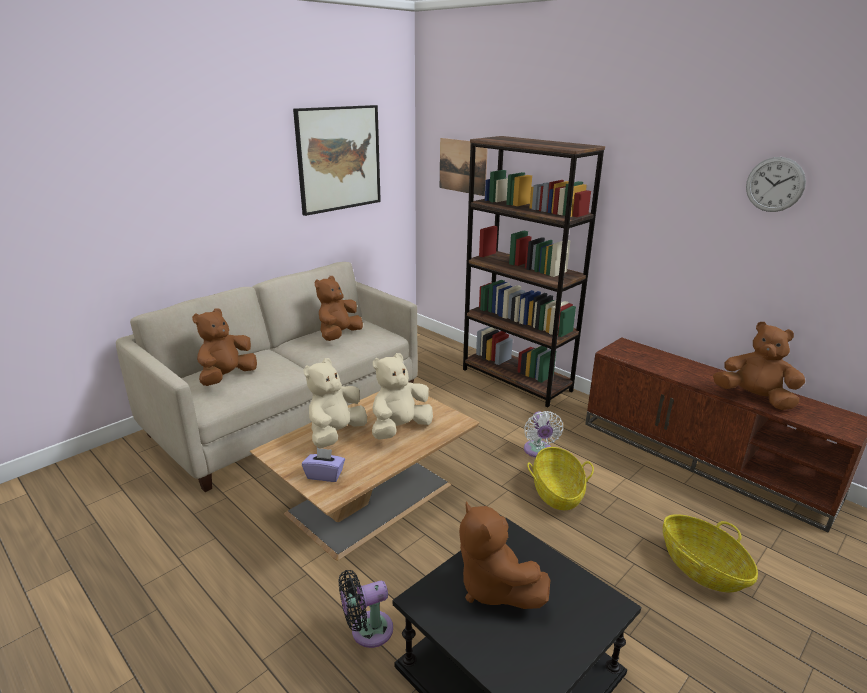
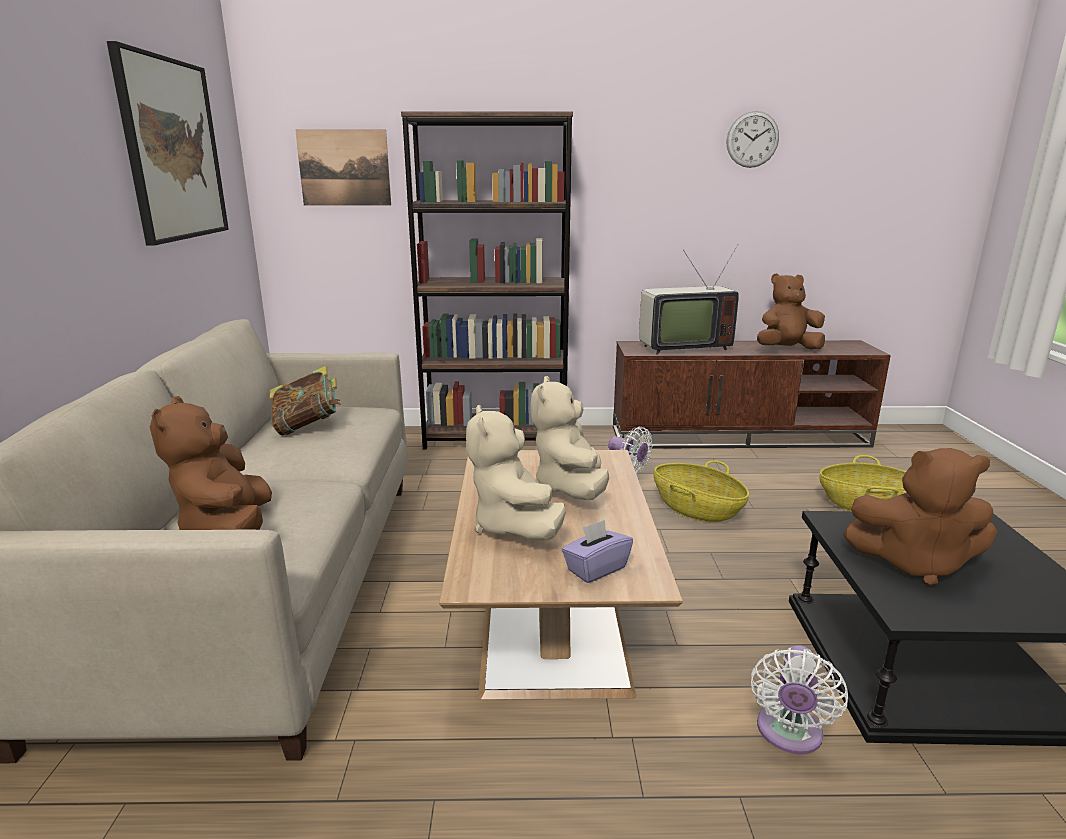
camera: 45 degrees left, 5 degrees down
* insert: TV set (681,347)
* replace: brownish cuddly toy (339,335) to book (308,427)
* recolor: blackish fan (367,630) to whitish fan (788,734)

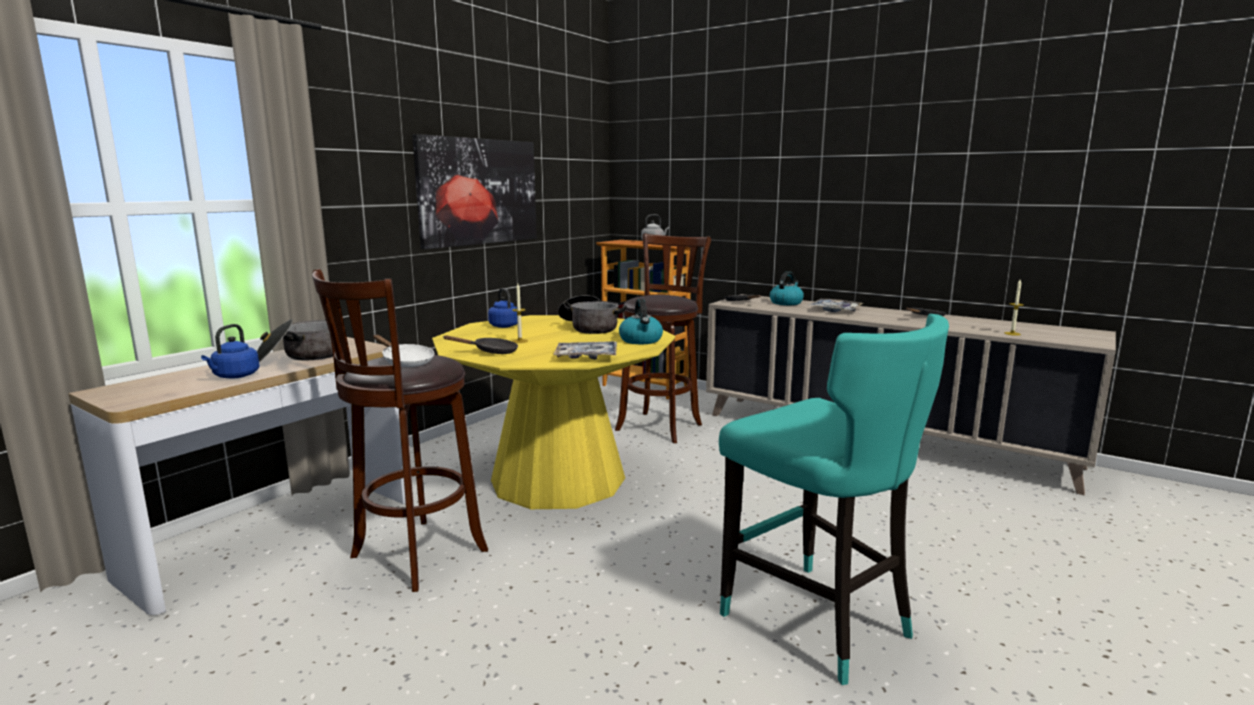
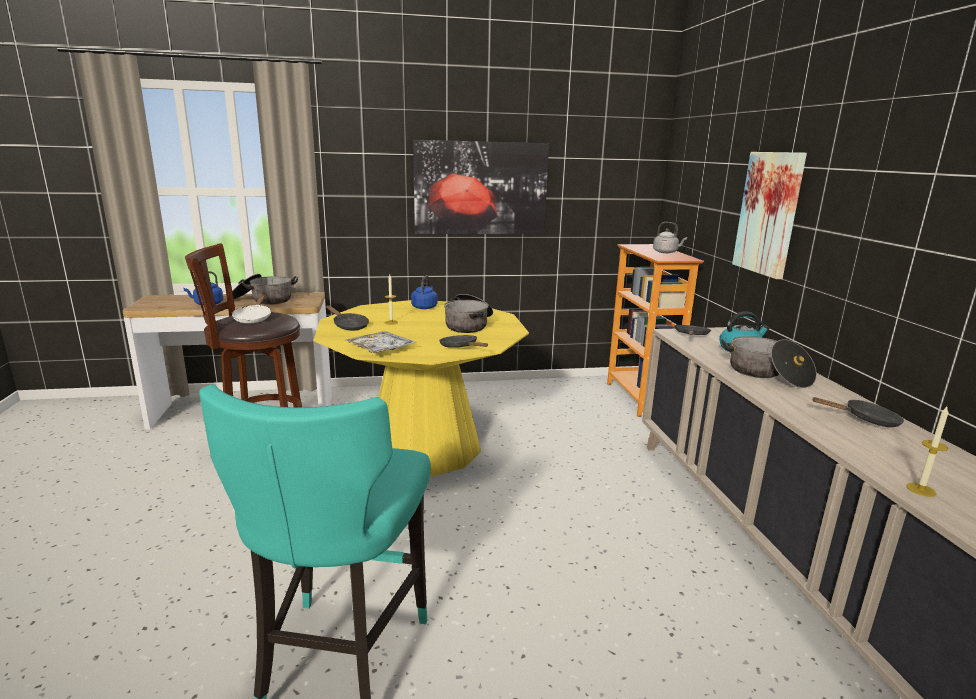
camera: 45 degrees right, 5 degrees up
* delete: brownish stool (661,426)
* insert: wall picture (769,213)
* replace: tea kettle (641,340) to blackish skillet (461,347)
* replace: serving tray (835,310) to stockpot (767,374)

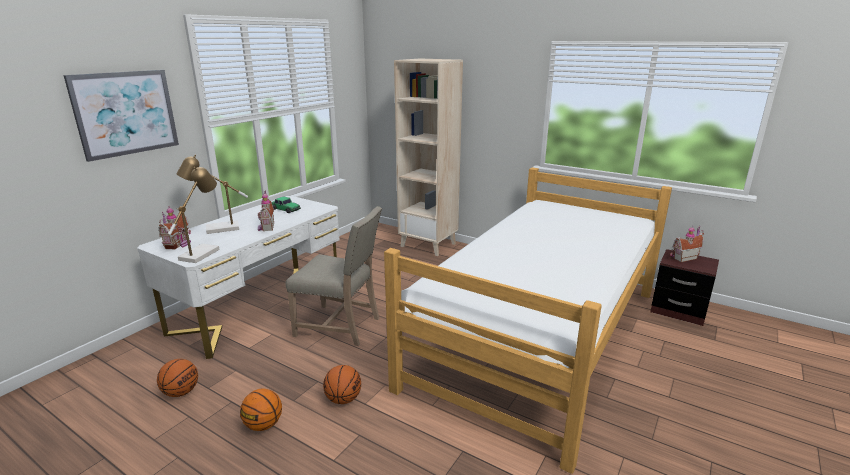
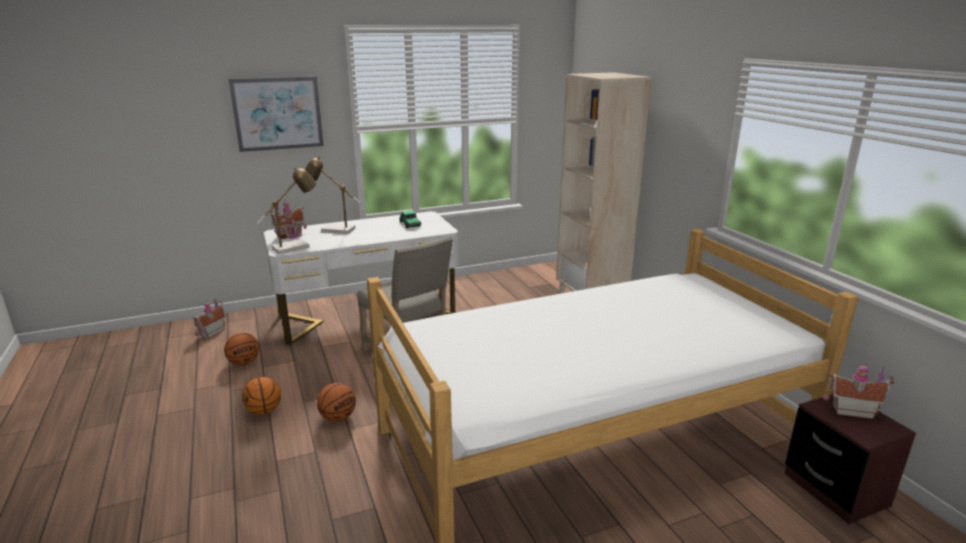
camera: 35 degrees right, 0 degrees up
* move: model house (266,227) to (211,332)

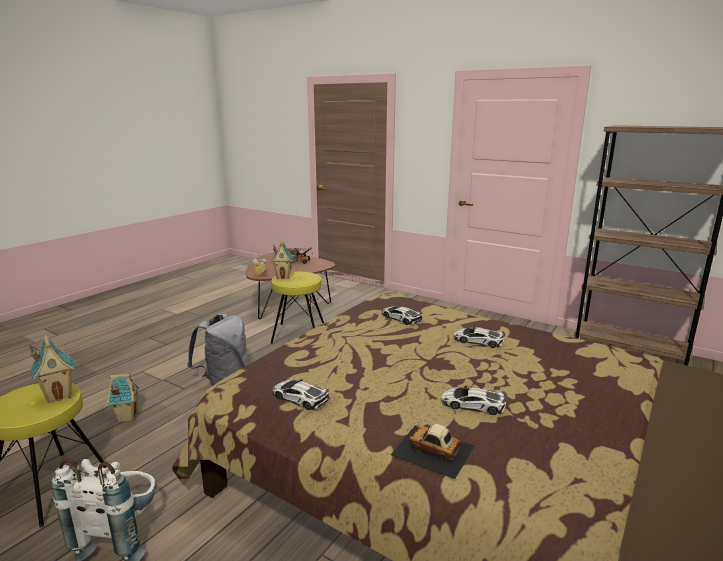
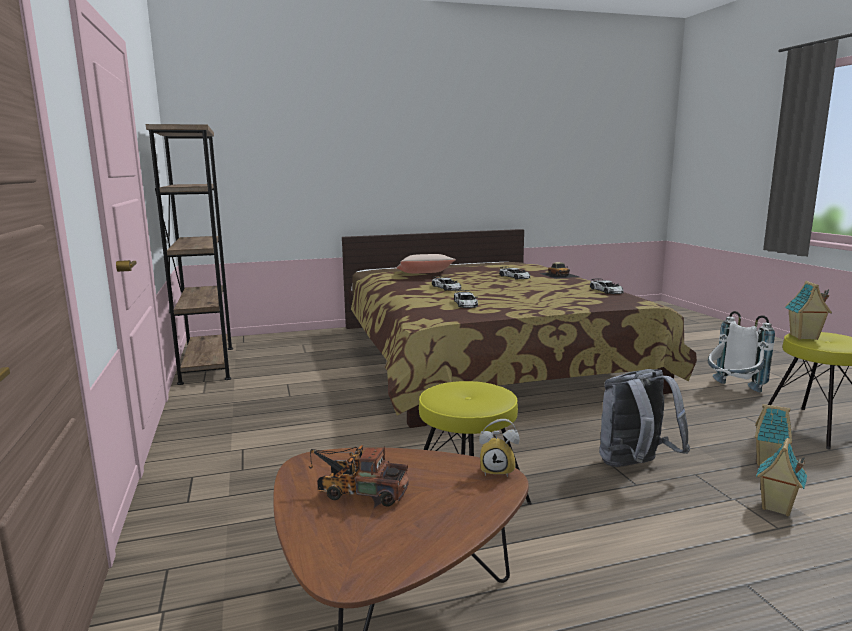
camera: 140 degrees left, 5 degrees down
* insert: sand-coloured pillow (425,274)
* move: model house (283,276) to (776,507)

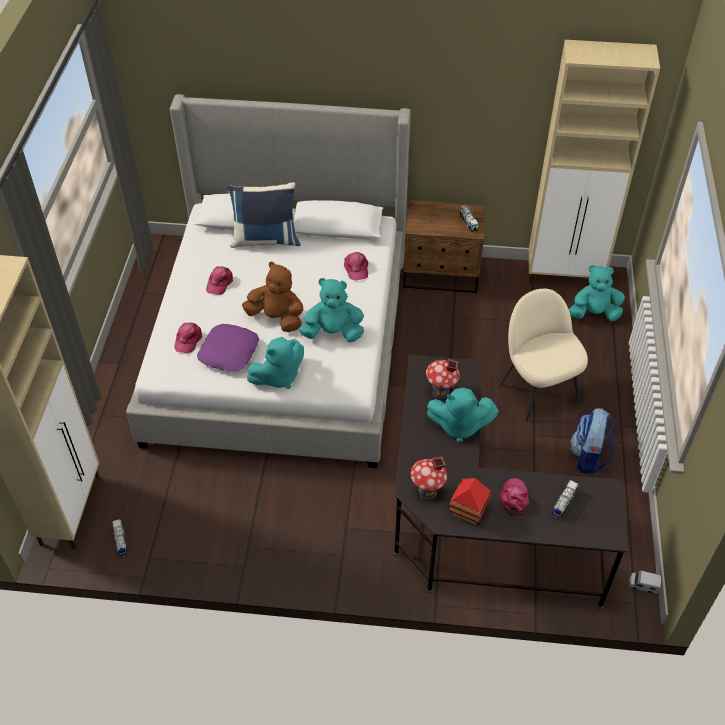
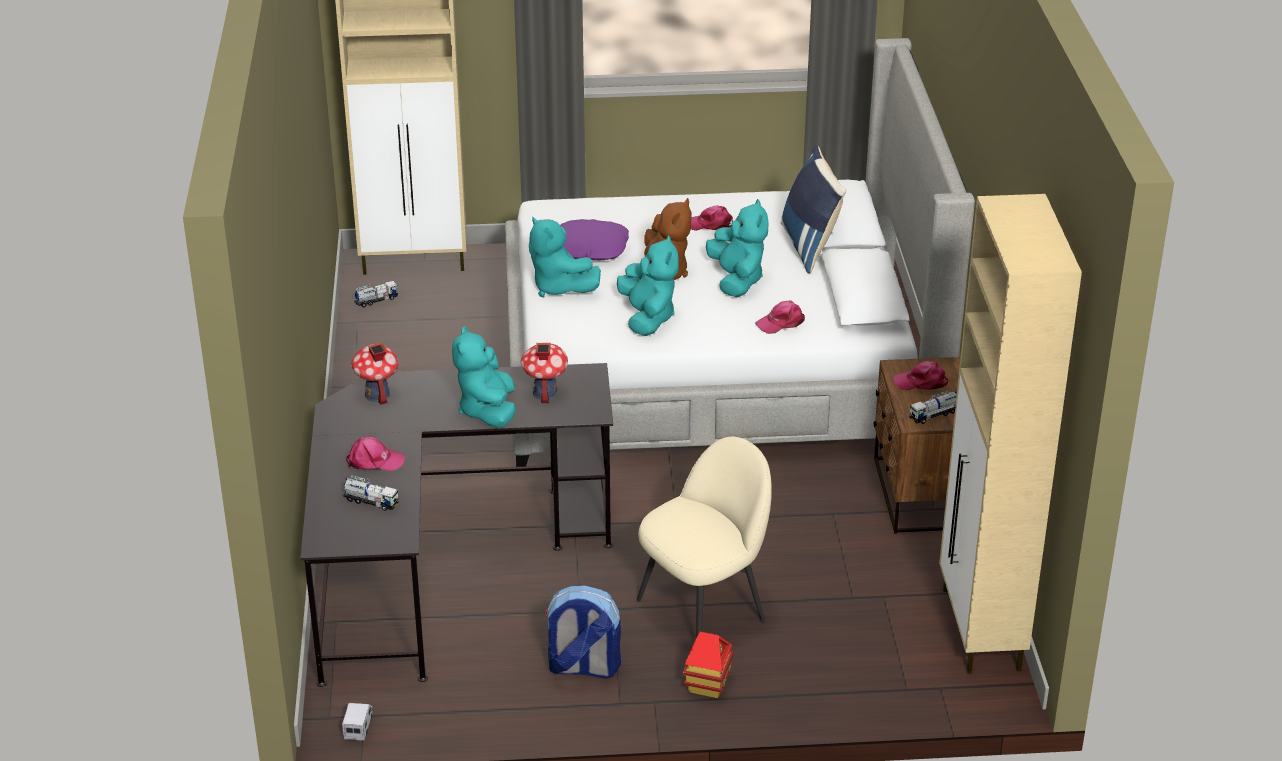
camera: 80 degrees right, 15 degrees down
* move: pinkish peaked cap (188,339) to (921,382)
* move: model house (468,511) to (707,684)
* move: blue-green cuddly toy (594,313) to (737,280)

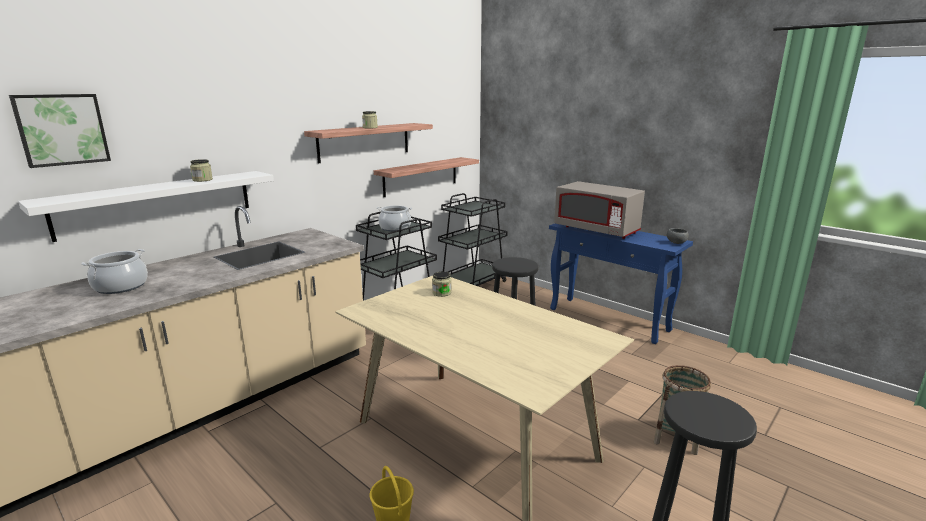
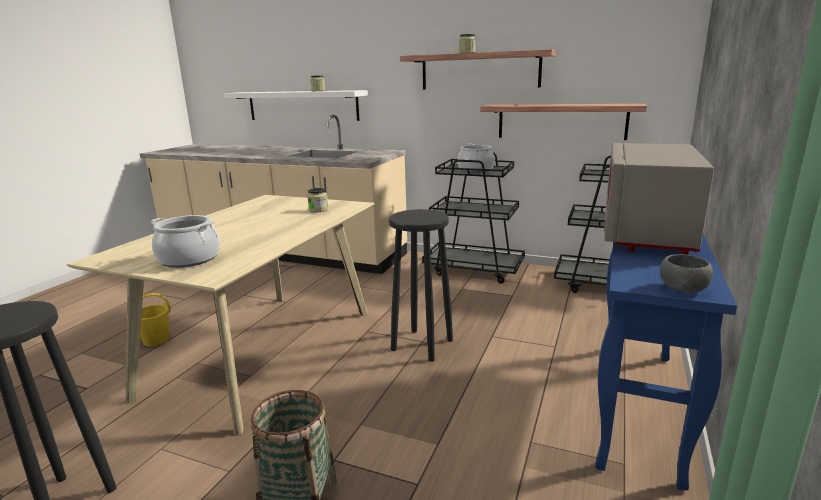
camera: 70 degrees right, 0 degrees up
* delete: wall picture (62,129)
* move: stockpot (120,286) to (189,259)

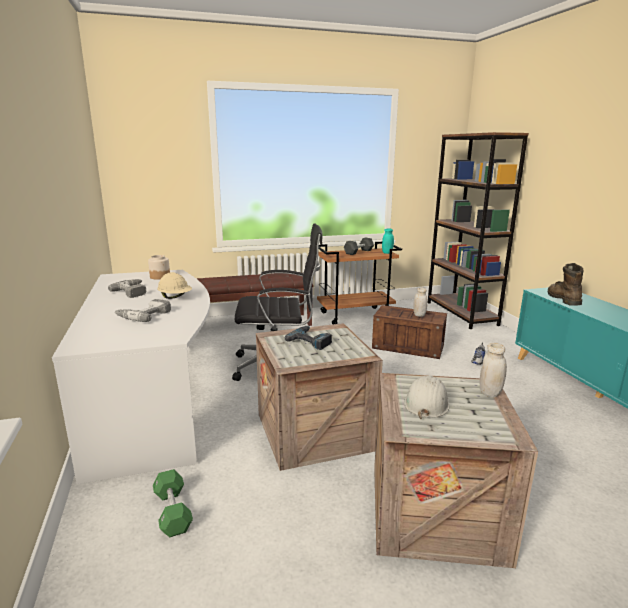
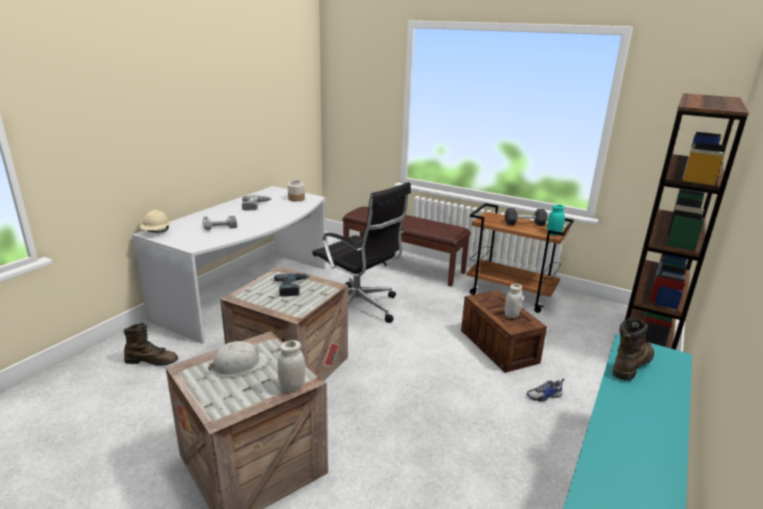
camera: 45 degrees right, 5 degrees up
* move: sand-coloured hard hat (175,298) to (156,232)
* replace: green hand weight (173,512) to brownish boot (152,361)

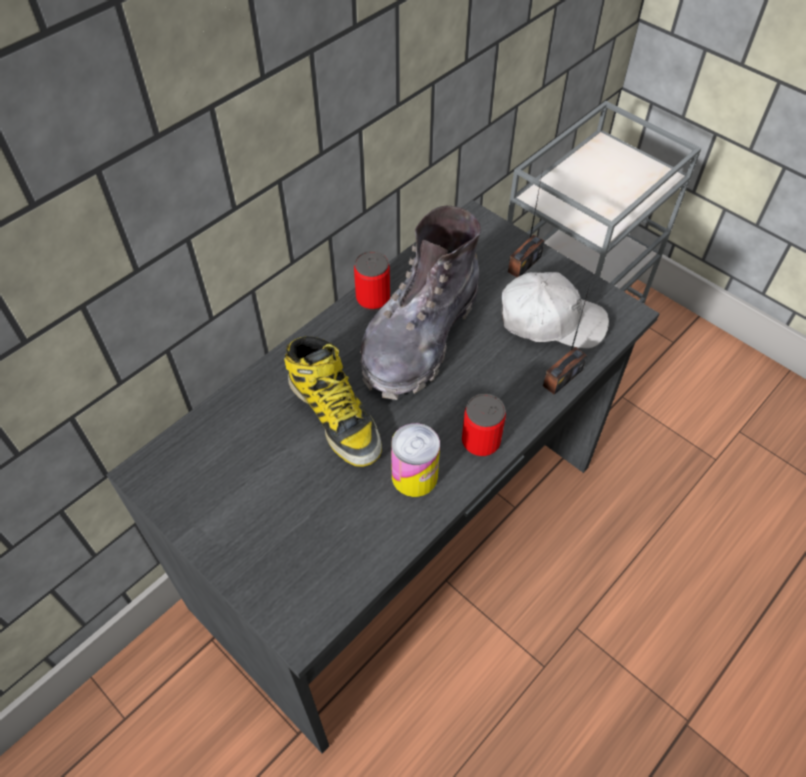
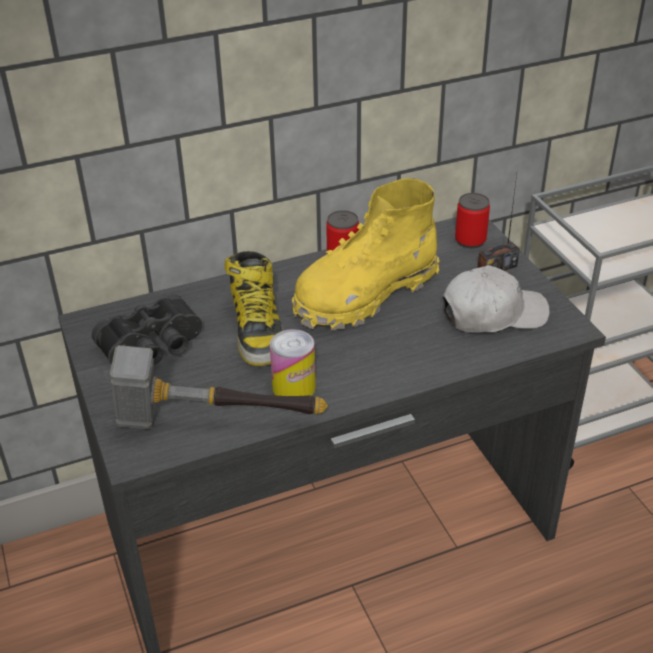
camera: 25 degrees right, 15 degrees down
* delete: radio set (562,377)
* insert: blackish pair of binoculars (153,347)
* insert: hand hammer (213,426)
* move: metal can (480,442) to (470,240)
* recolor: greyish boot (419,337) to yellowish boot (364,295)
* rotate: whitish peaked cap (550,320) = (493,314) 45 degrees counterclockwise

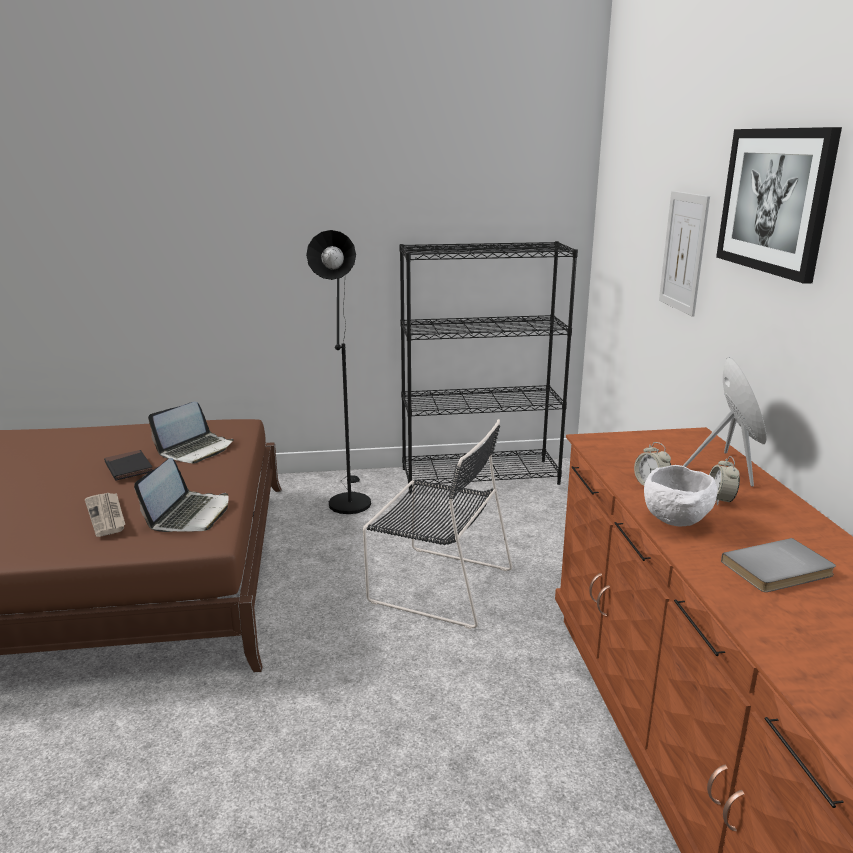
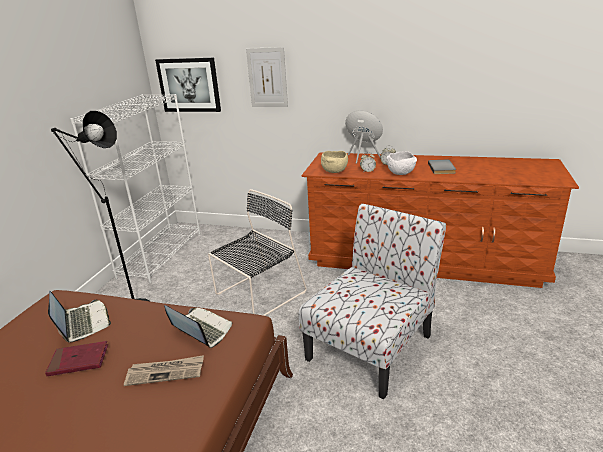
camera: 65 degrees left, 5 degrees up
* insert: upright chair (371,345)
* insert: sand-coloured bowl (334,171)
* move: wall picture (774,200) to (189,85)
* recolor: blackish book (128,468) to red book (79,361)
* recolor: blackish shelving unit (480,476) to whitish shelving unit (161,254)

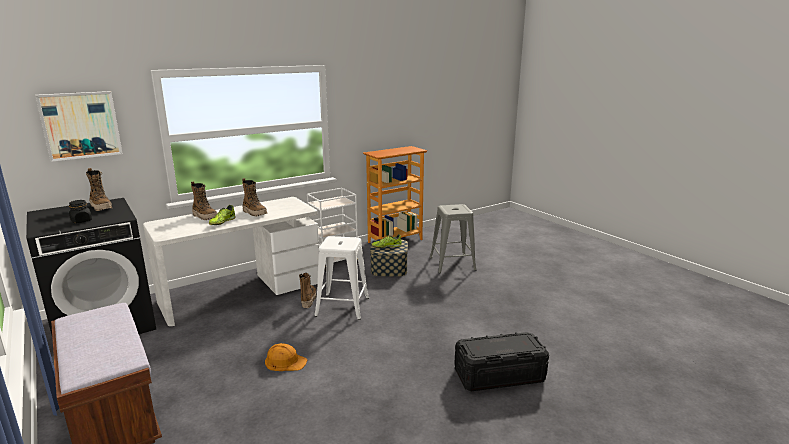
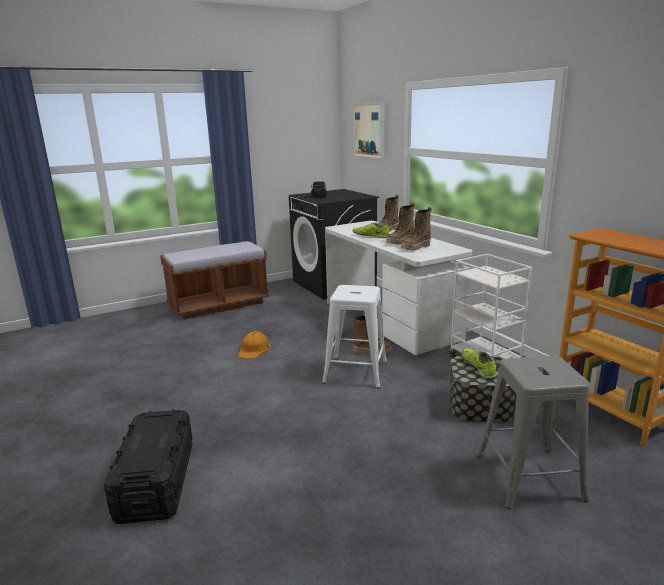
camera: 95 degrees right, 0 degrees up
* move: boot (101,207) to (416,248)

